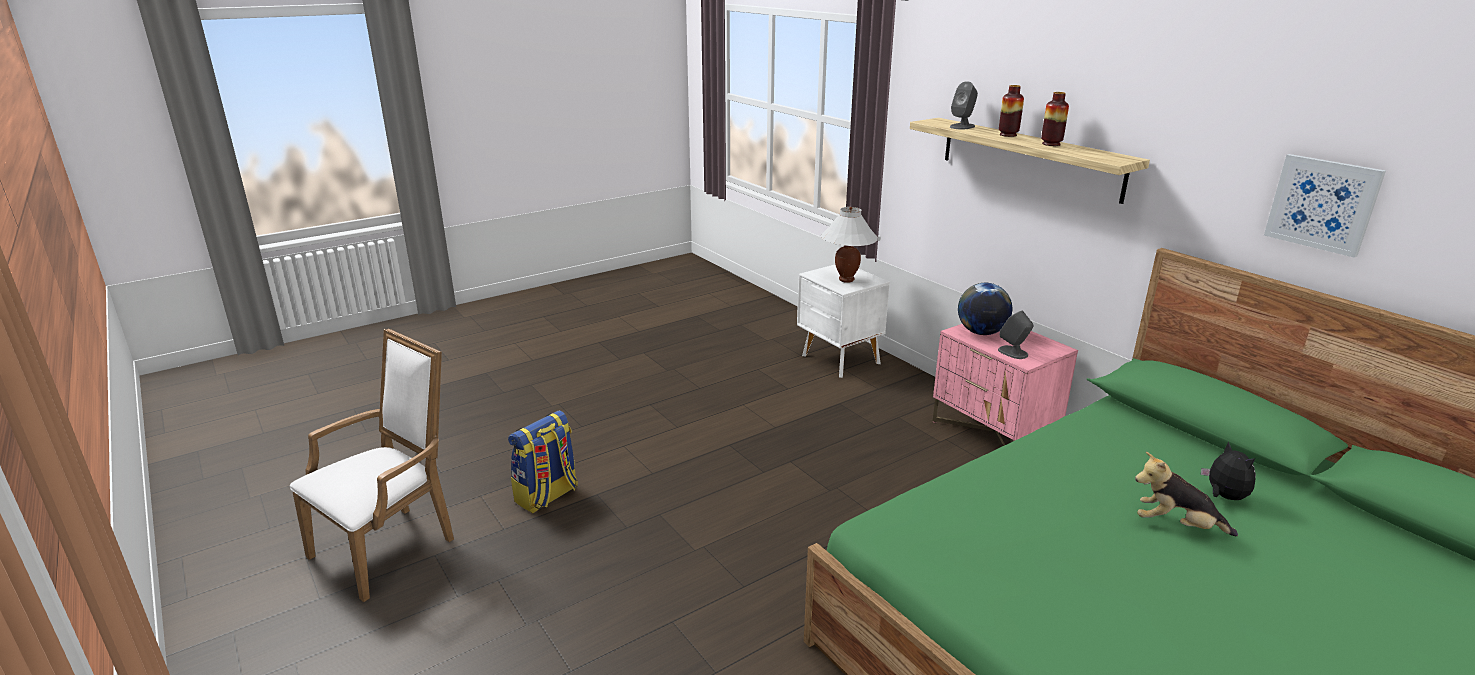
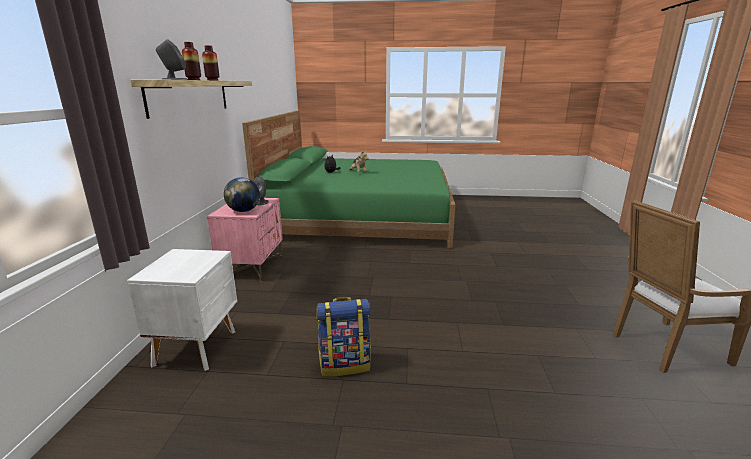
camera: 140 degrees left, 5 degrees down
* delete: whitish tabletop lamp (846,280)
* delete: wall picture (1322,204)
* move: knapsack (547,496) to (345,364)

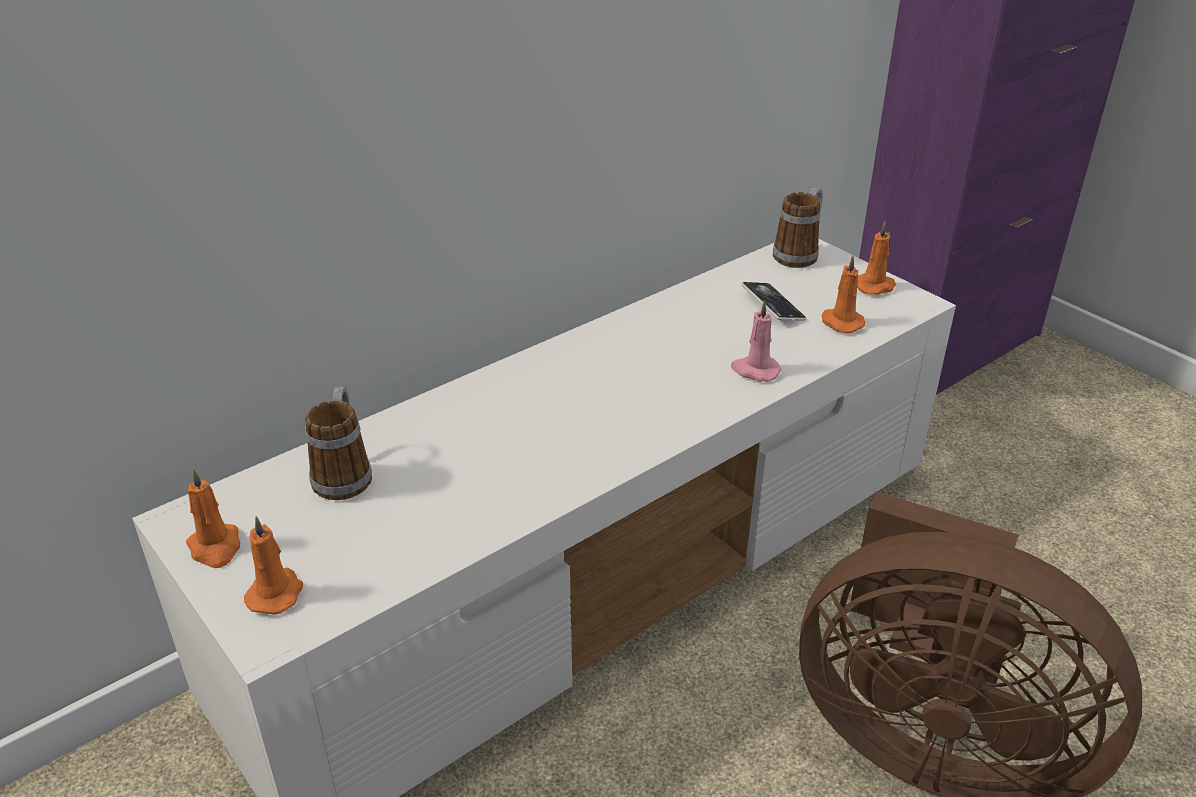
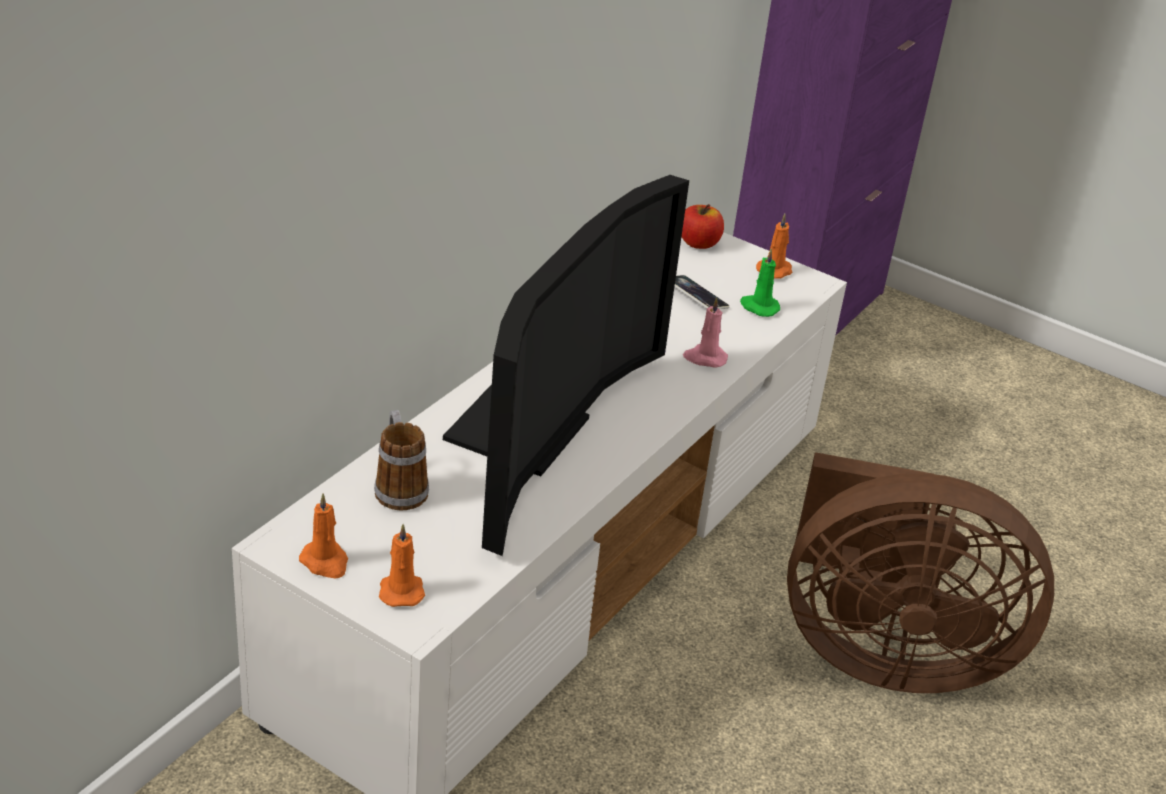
camera: 20 degrees left, 0 degrees up
* insert: TV set (535,437)
* replace: mug (799,253) to whole apple (698,243)
* recolor: orange-coloured candle (840,322) to green candle (758,307)

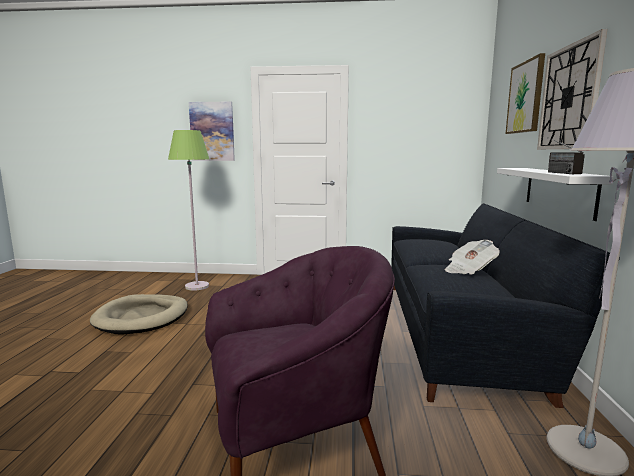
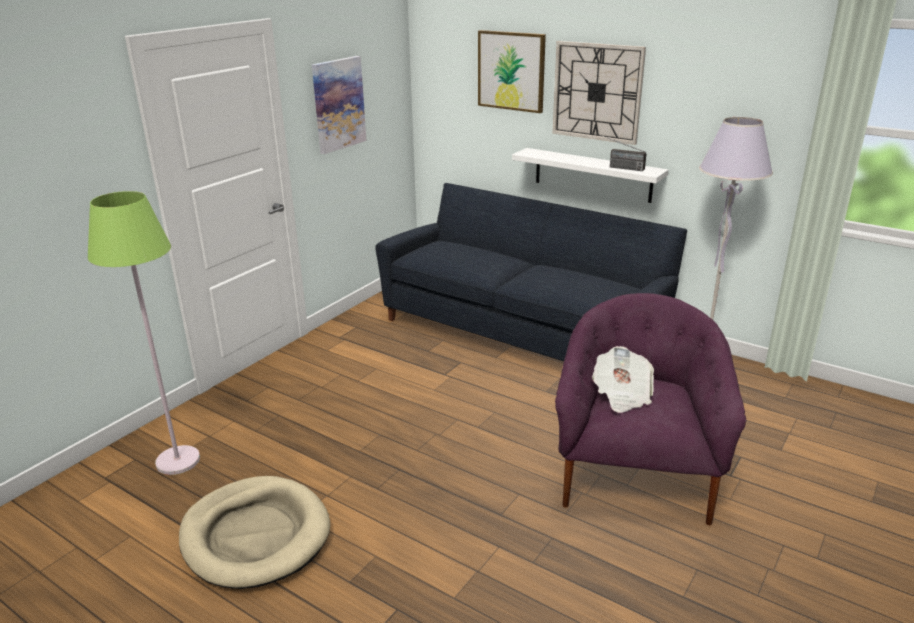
camera: 60 degrees left, 15 degrees up
* move: wall picture (212,131) to (338,104)
* move: daily paper (469,270) to (622,394)

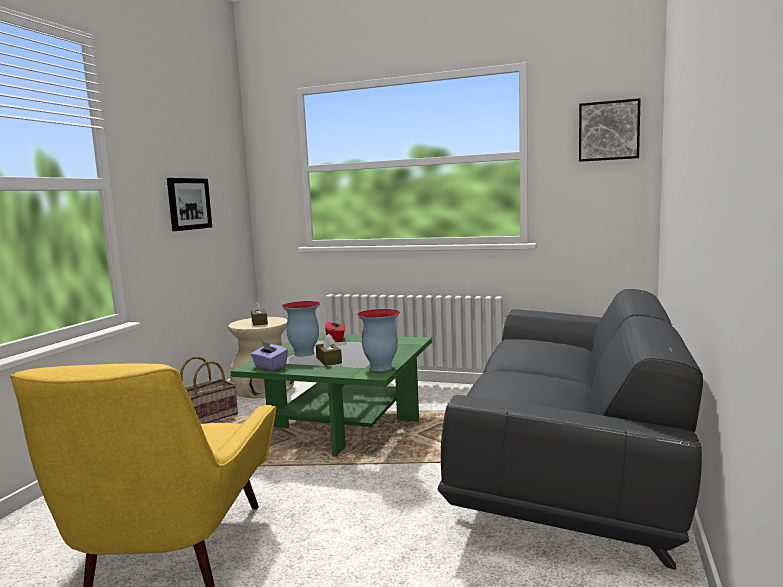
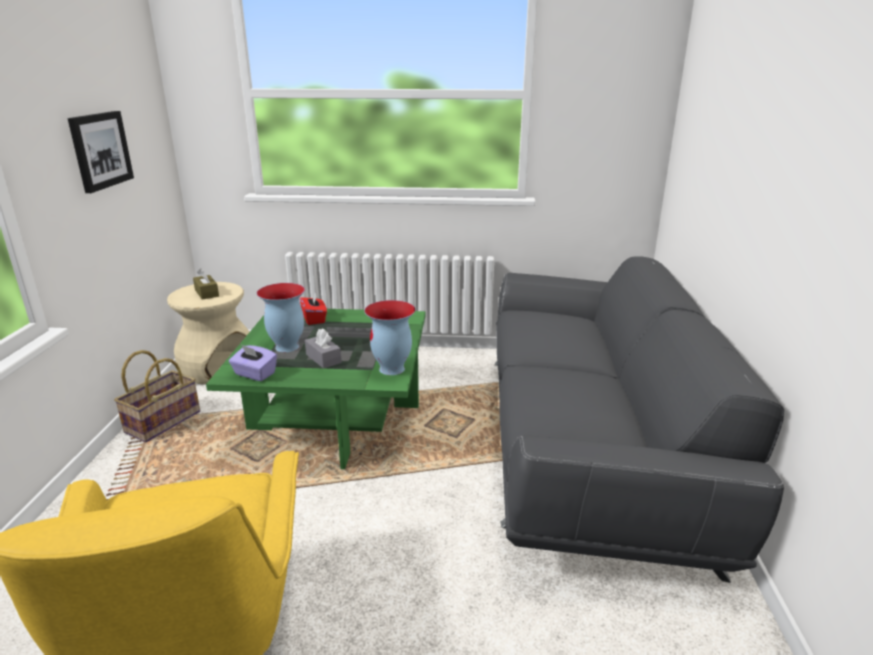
camera: 15 degrees left, 15 degrees up
* delete: wall picture (608,131)
* recolor: brownish box of tissues (329,360) to greyish box of tissues (323,358)

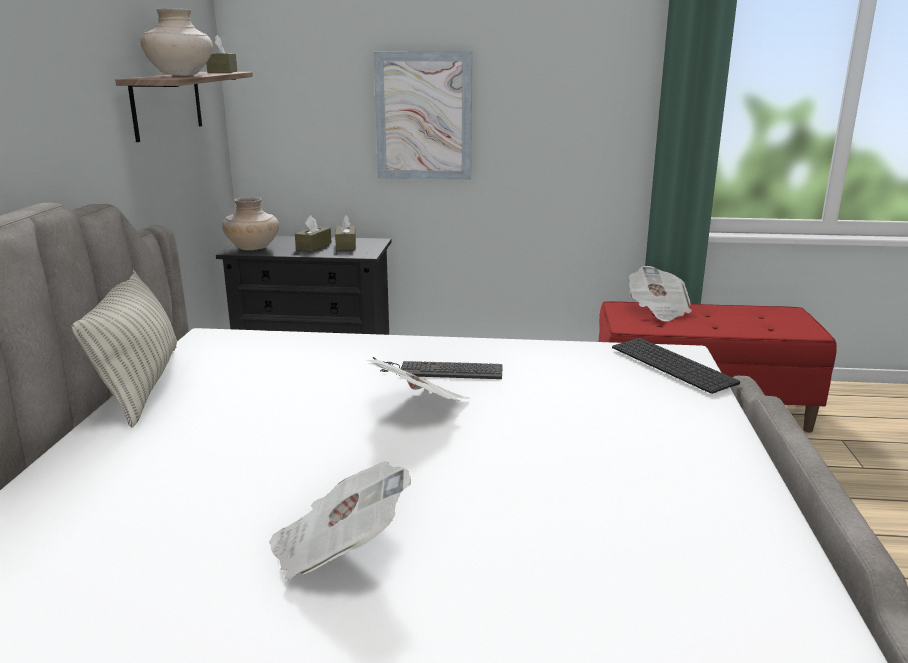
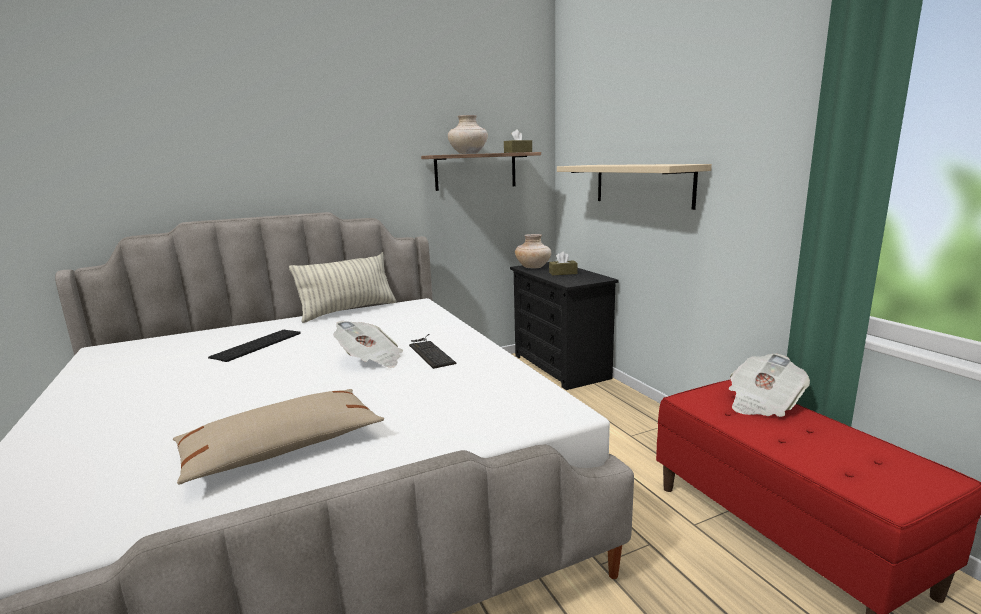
camera: 60 degrees right, 5 degrees down
* delete: daily paper (338,550)
* delete: brownish box of tissues (346,245)
* insert: sand-coloured pillow (282,448)
* move: computer keyboard (675,364) to (257,345)
* replace: wall picture (423,116) to sand-coloured bracket shelf (642,184)

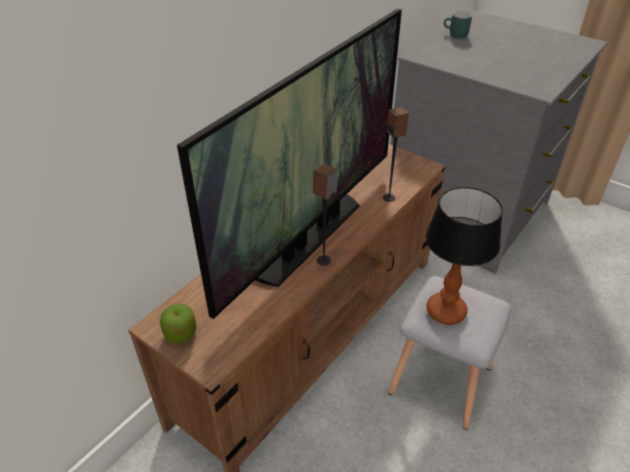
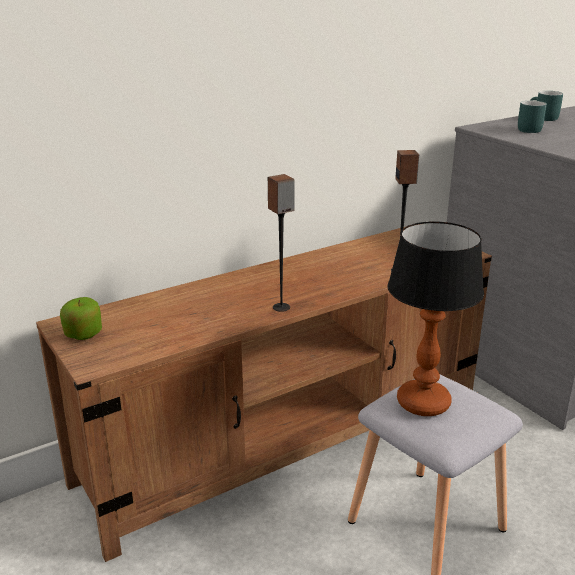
camera: 20 degrees right, 15 degrees down
* delete: TV set (309,237)
* insert: blue-green mug (526,129)

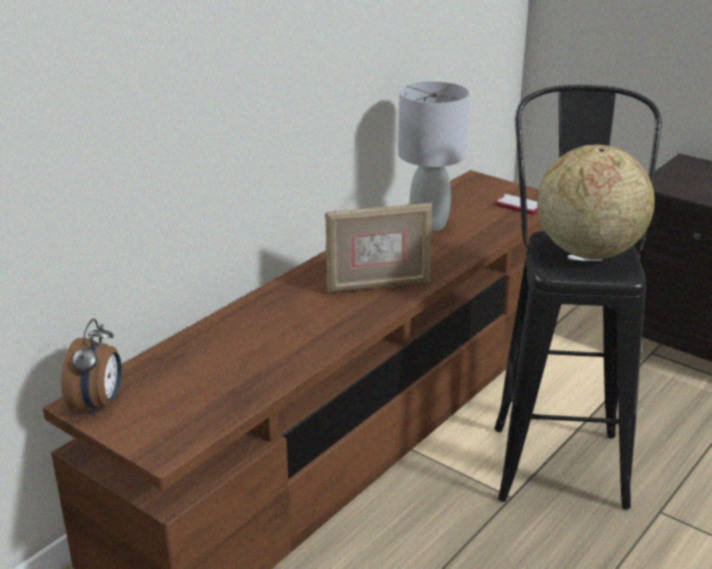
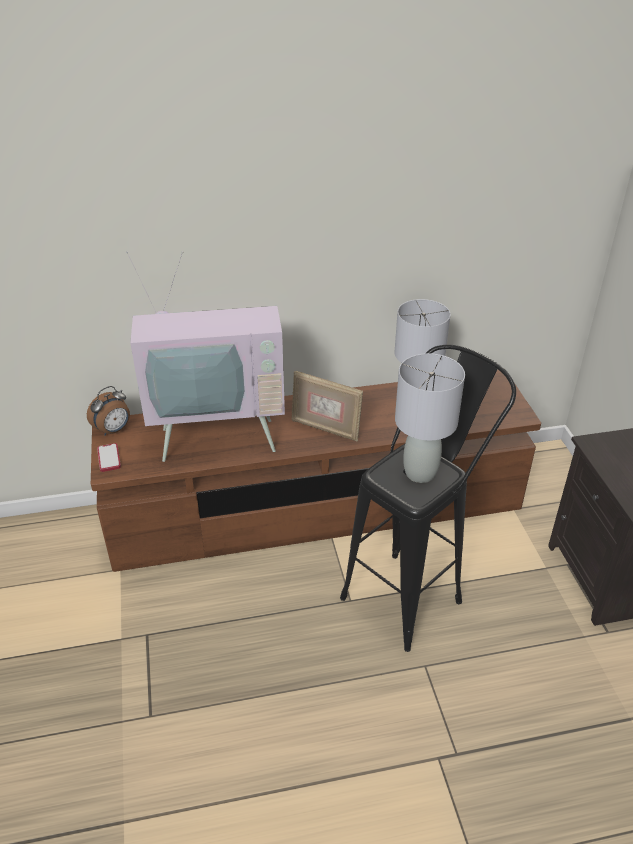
camera: 40 degrees right, 10 degrees up
* insert: TV set (218,433)
* move: handset (518,206) to (109,458)
* replace: world globe (588,252) to greyish tabletop lamp (420,472)

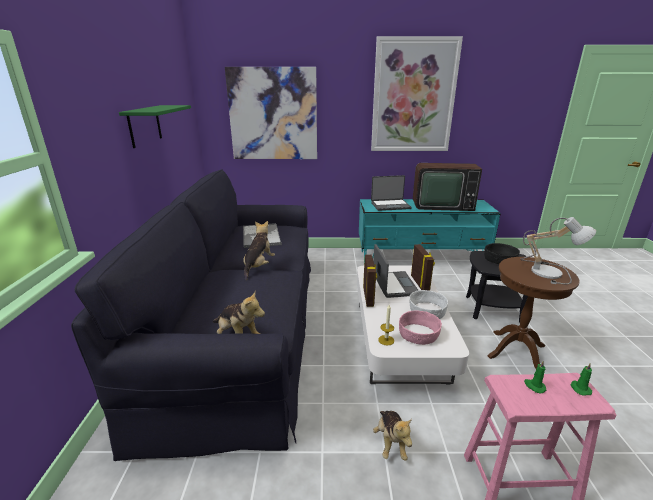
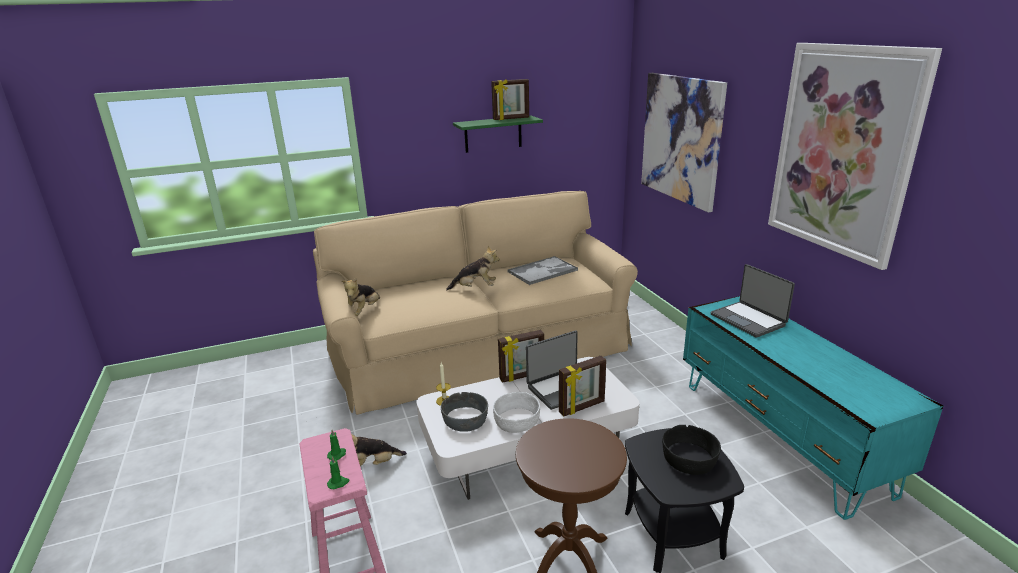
camera: 70 degrees right, 0 degrees up
* delete: TV set (441,205)
* delete: tabletop lamp (548,271)
* insert: picture frame (511,119)
* recolor: blackish couch (244,331) to sand-coloured couch (480,349)
* recolor: pinkish bowl (419,334) to greyish bowl (465,419)

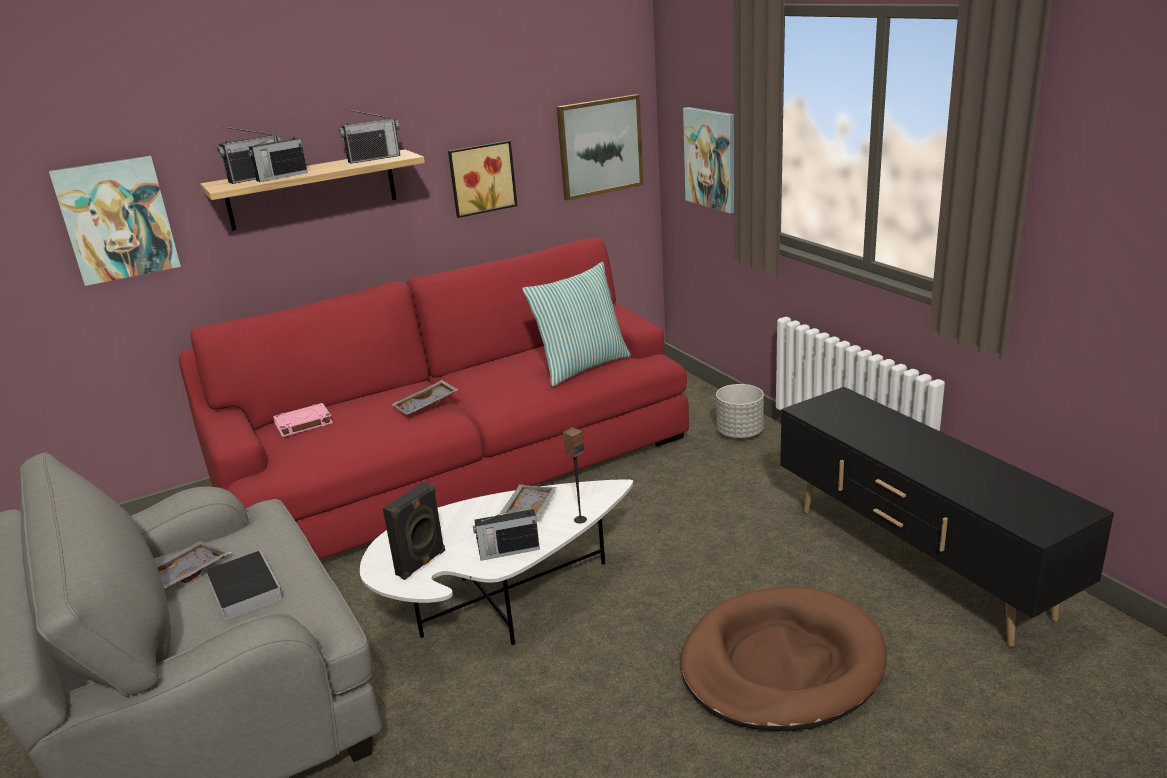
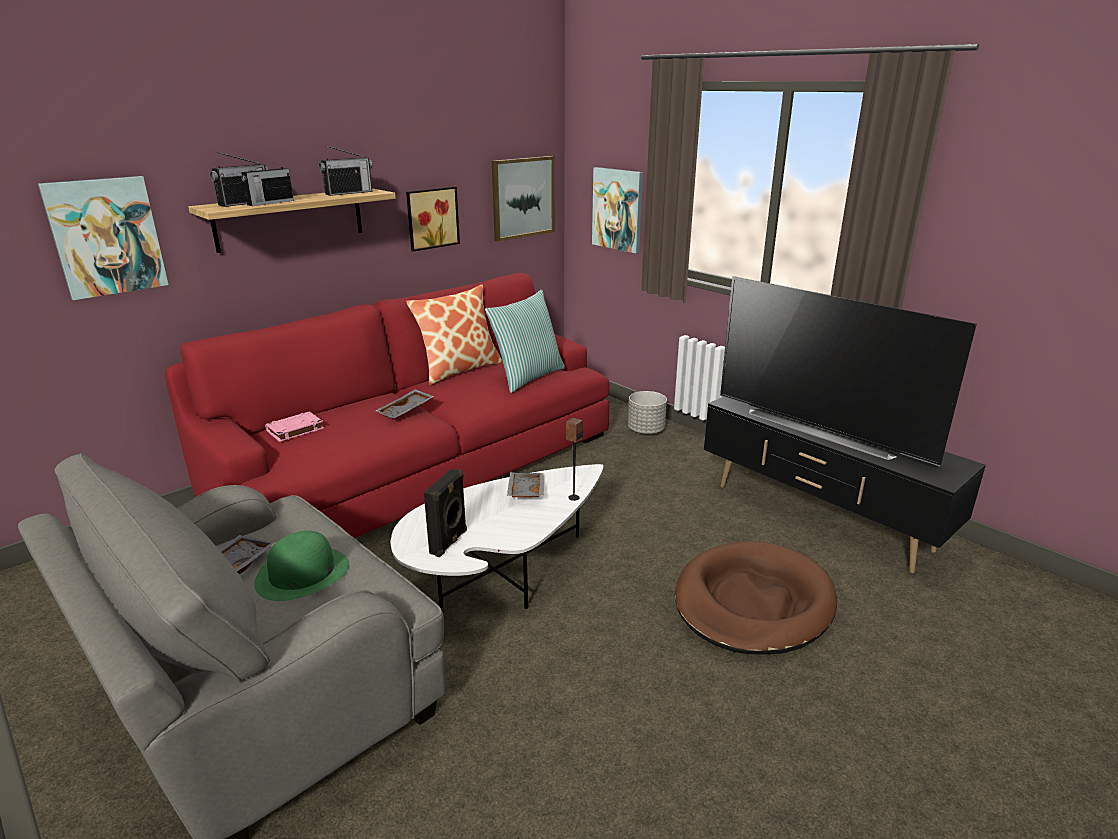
camera: 15 degrees left, 0 degrees up
* delete: radio set (508,551)
* insert: pillow (459,369)
* insert: TV set (822,429)
* replace: book (244,588) to green clothing hat (302,573)

